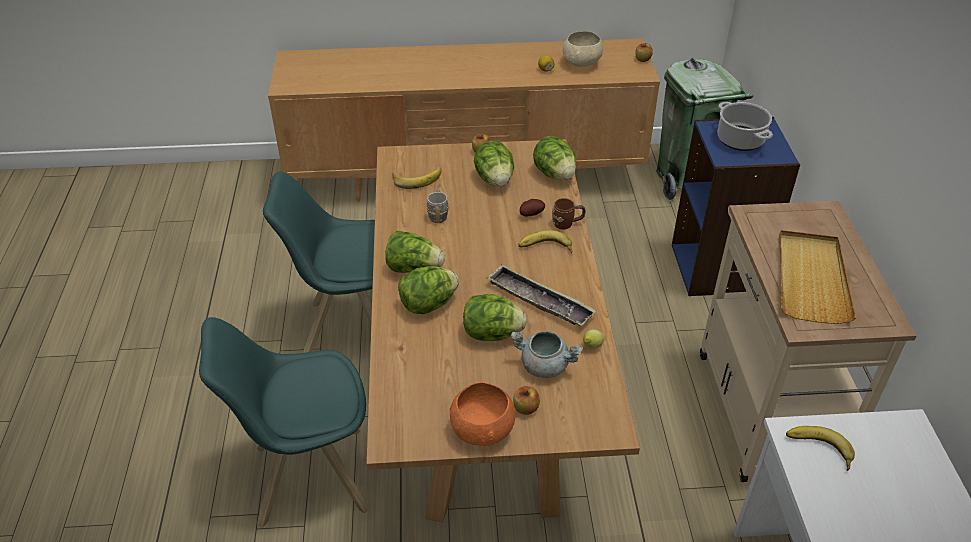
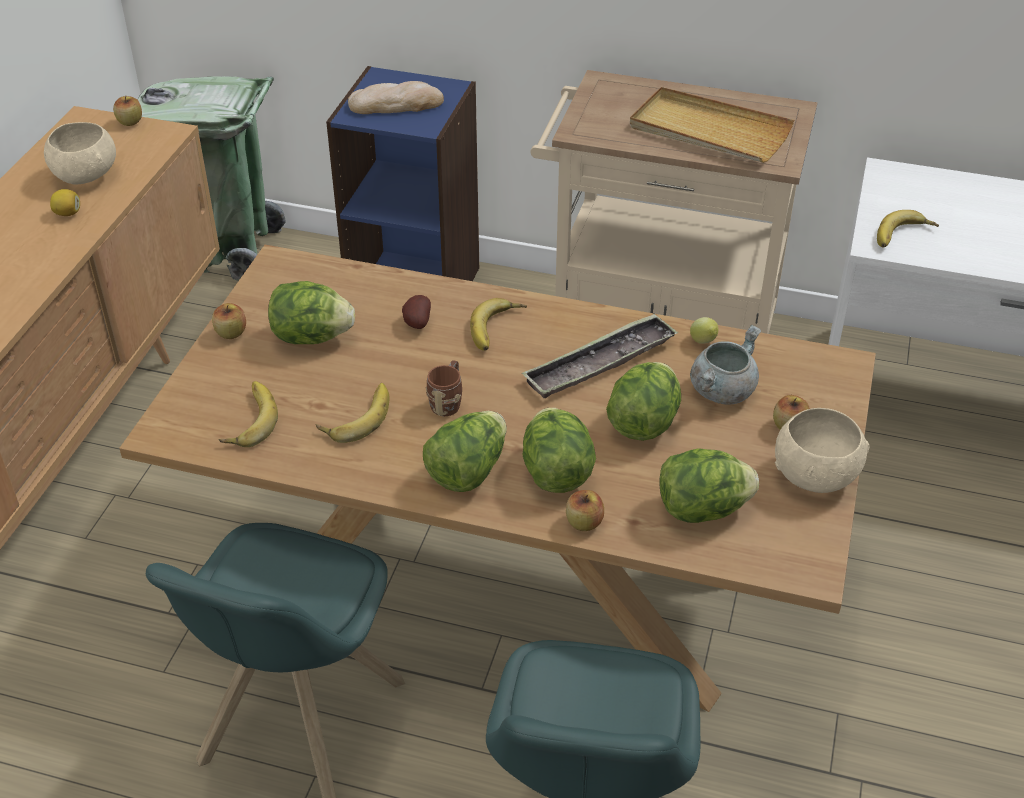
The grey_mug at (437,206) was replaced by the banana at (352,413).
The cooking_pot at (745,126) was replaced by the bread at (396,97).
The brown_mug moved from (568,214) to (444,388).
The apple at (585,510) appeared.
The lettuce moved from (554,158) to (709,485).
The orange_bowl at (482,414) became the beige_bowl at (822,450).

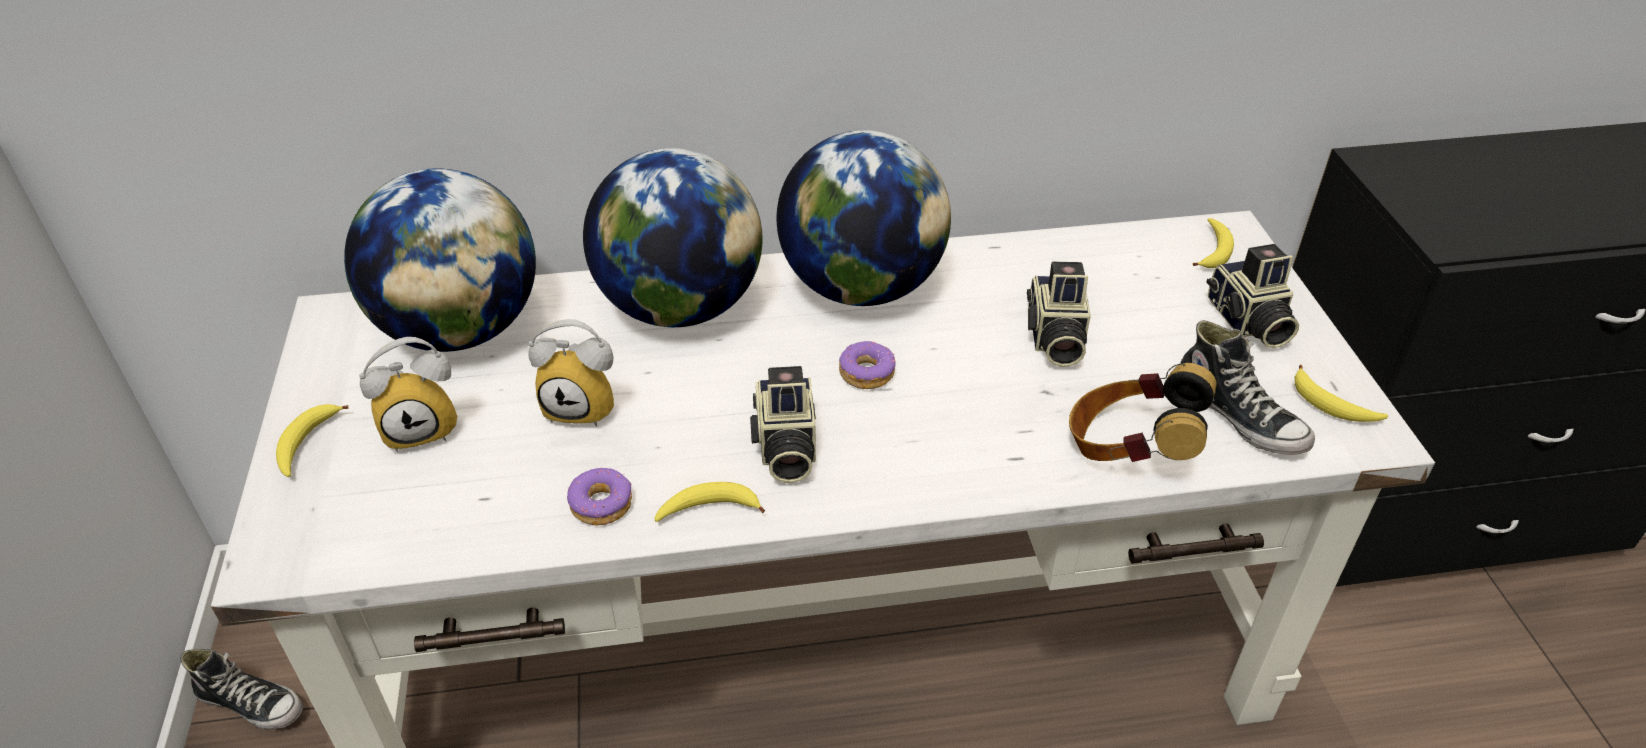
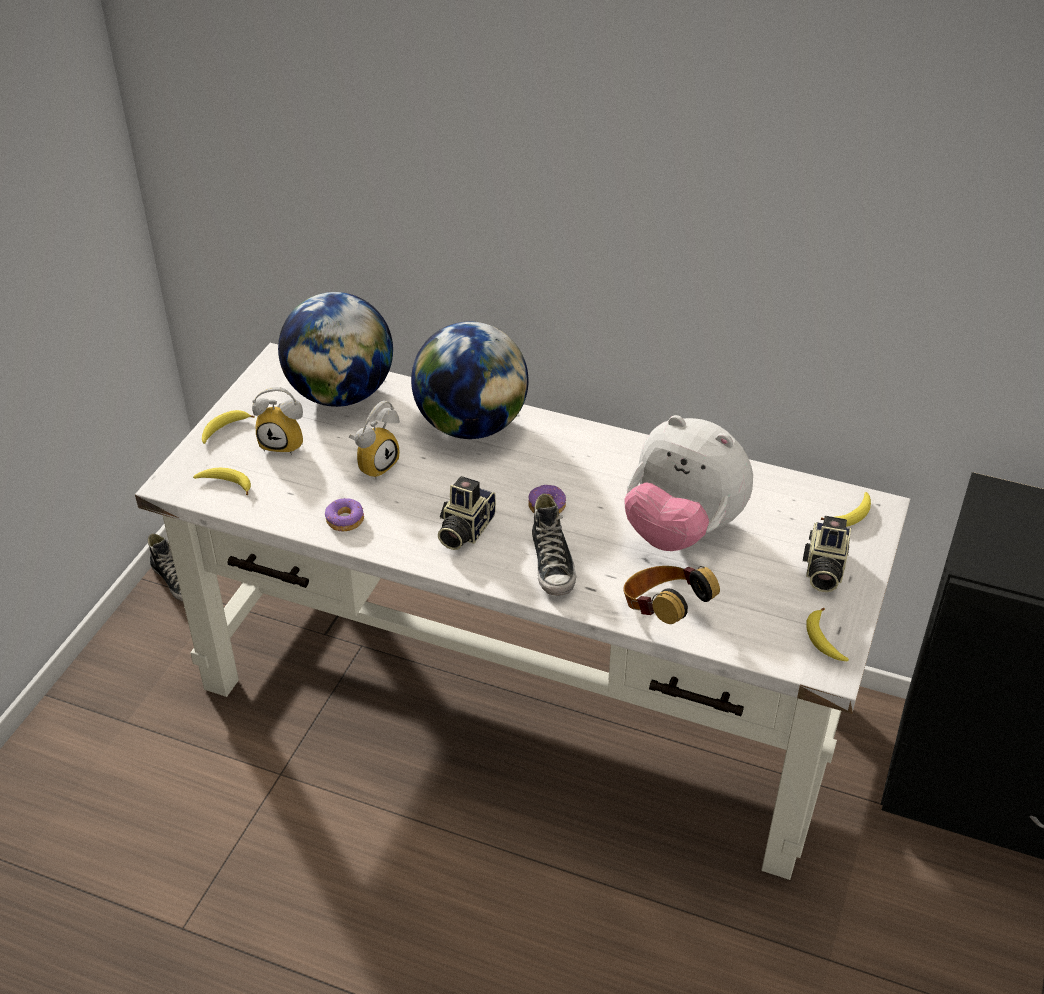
The banana moved from (709,502) to (222,481).
The alarm_clock at (571,373) turned 90 degrees counterclockwise.
The shoe moved from (1247,387) to (554,544).
The photo_camera at (1059,314) was replaced by the plush_toy at (688,483).
The globe at (864,218) disappeared.

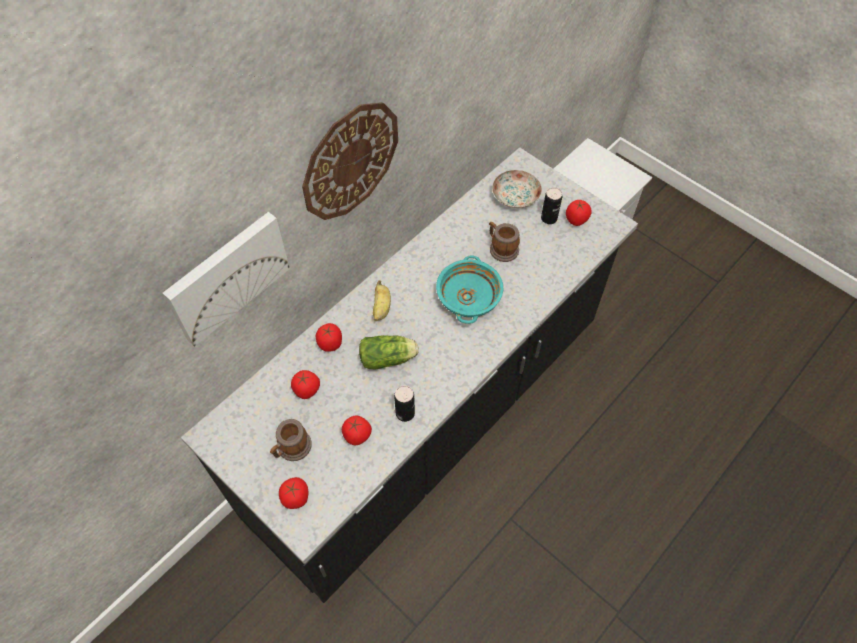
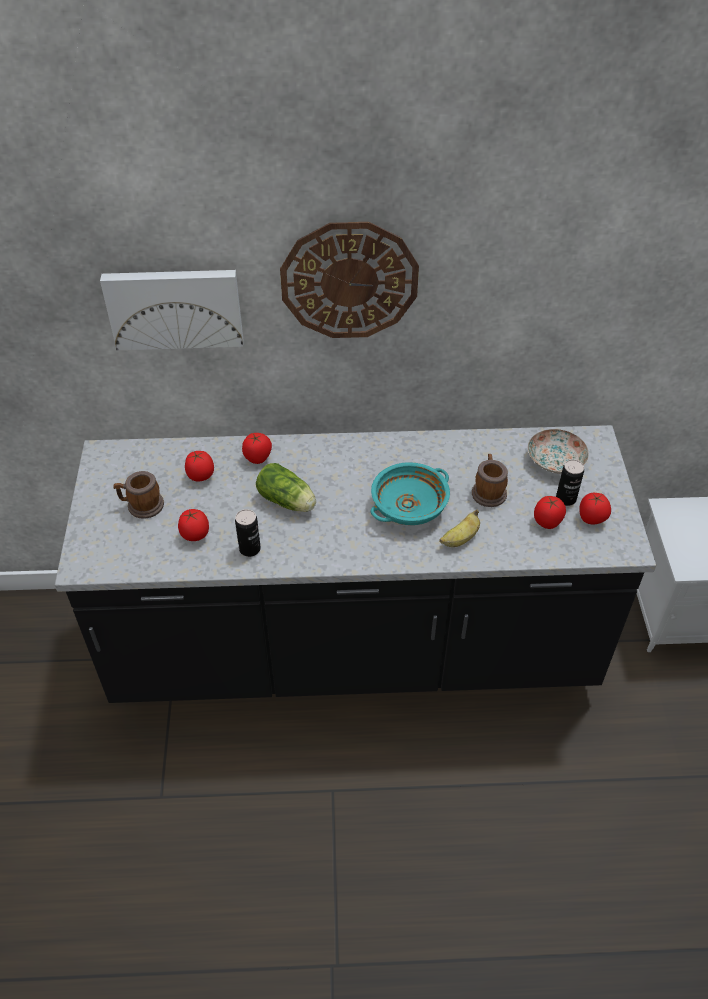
The banana moved from (382,300) to (459,528).
The tomato moved from (293,493) to (550,512).

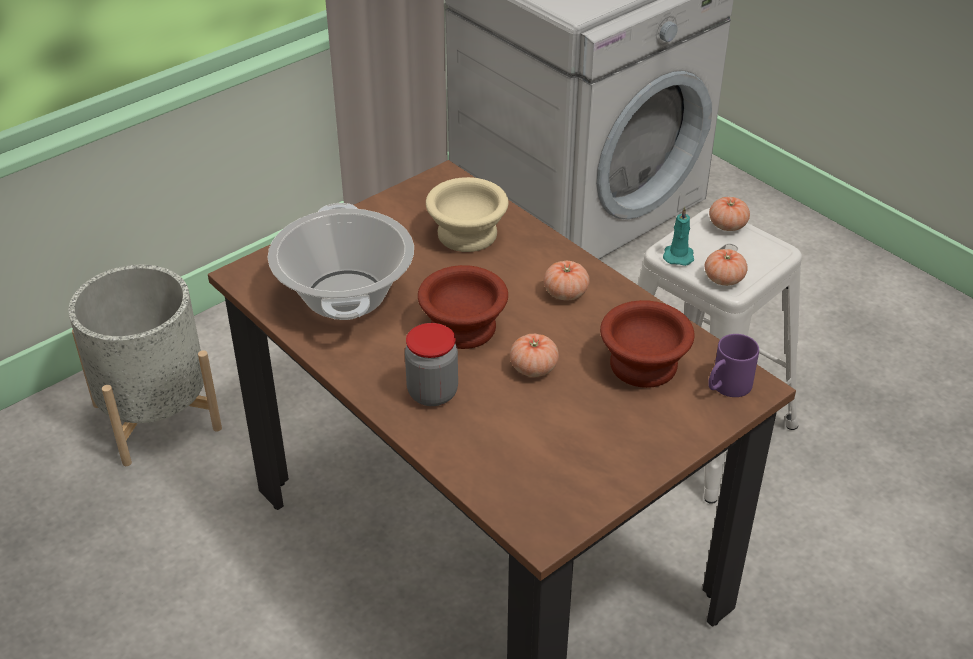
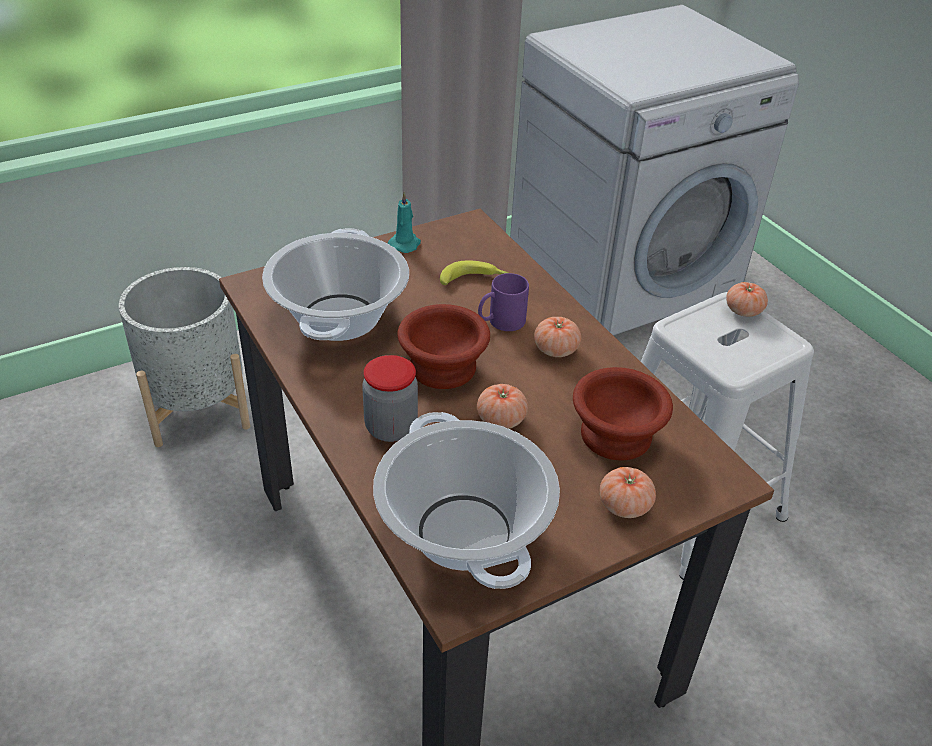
The cooking_pot at (466,500) appeared.
The turquoise_candle moved from (678,236) to (404,222).
The beige_bowl at (467,214) was replaced by the banana at (474,273).
The purple_mug moved from (733,365) to (503,302).
The tomato moved from (726,267) to (628,492).

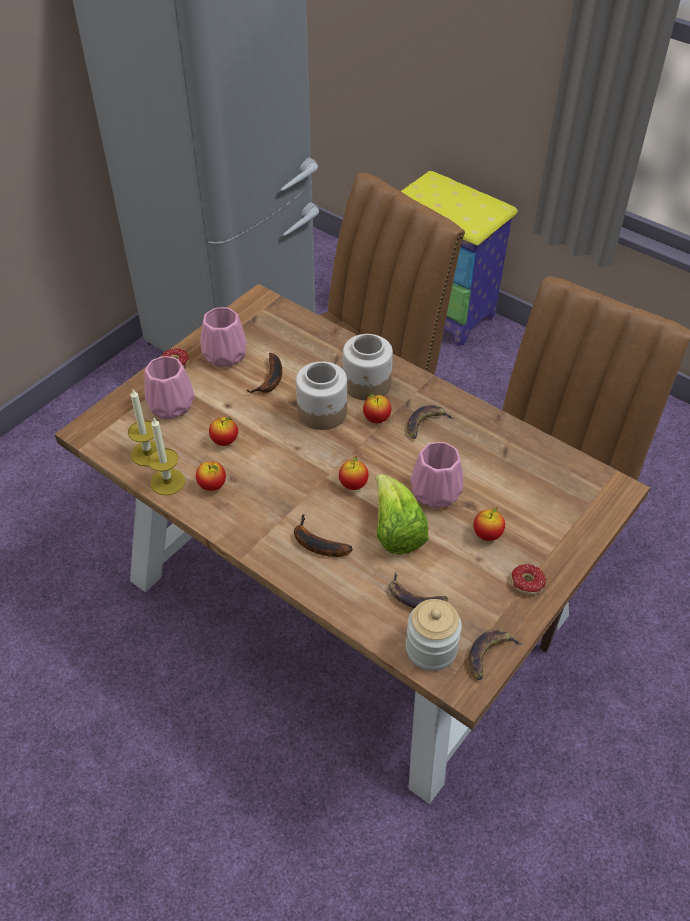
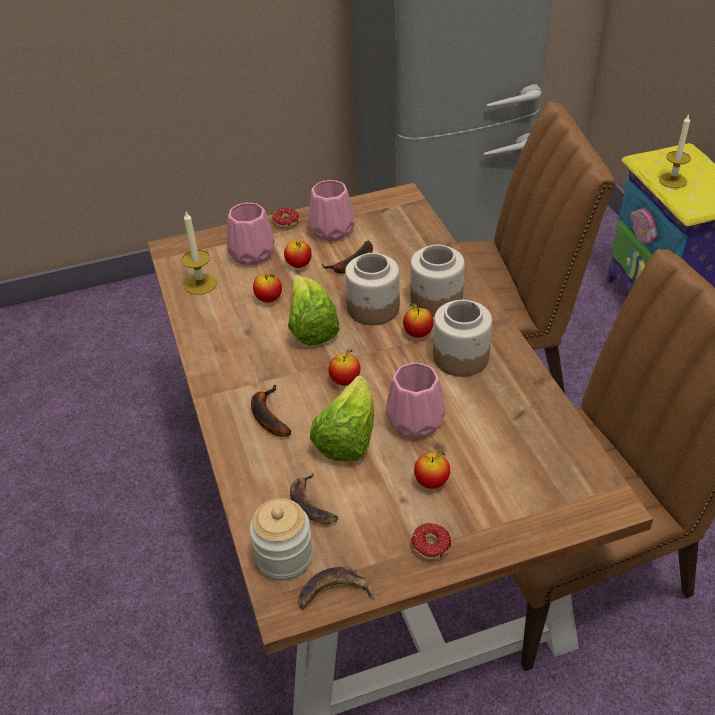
The apple moved from (211,476) to (298,254).
The lettuce at (314,310) appeared.
The banana at (431,422) was replaced by the jar at (462,338).
The candle moved from (166,456) to (675,151).

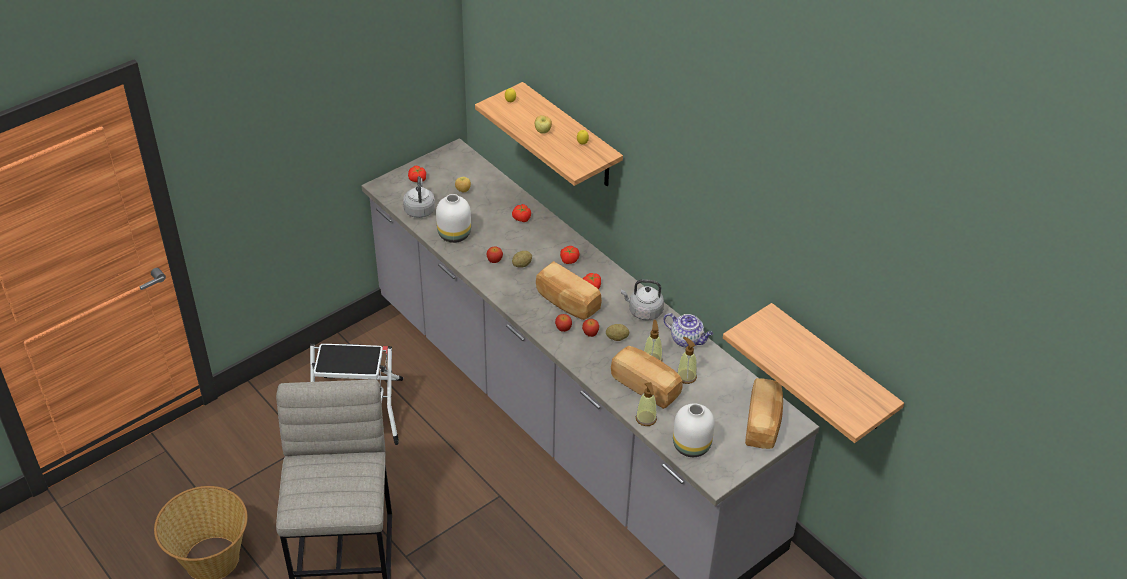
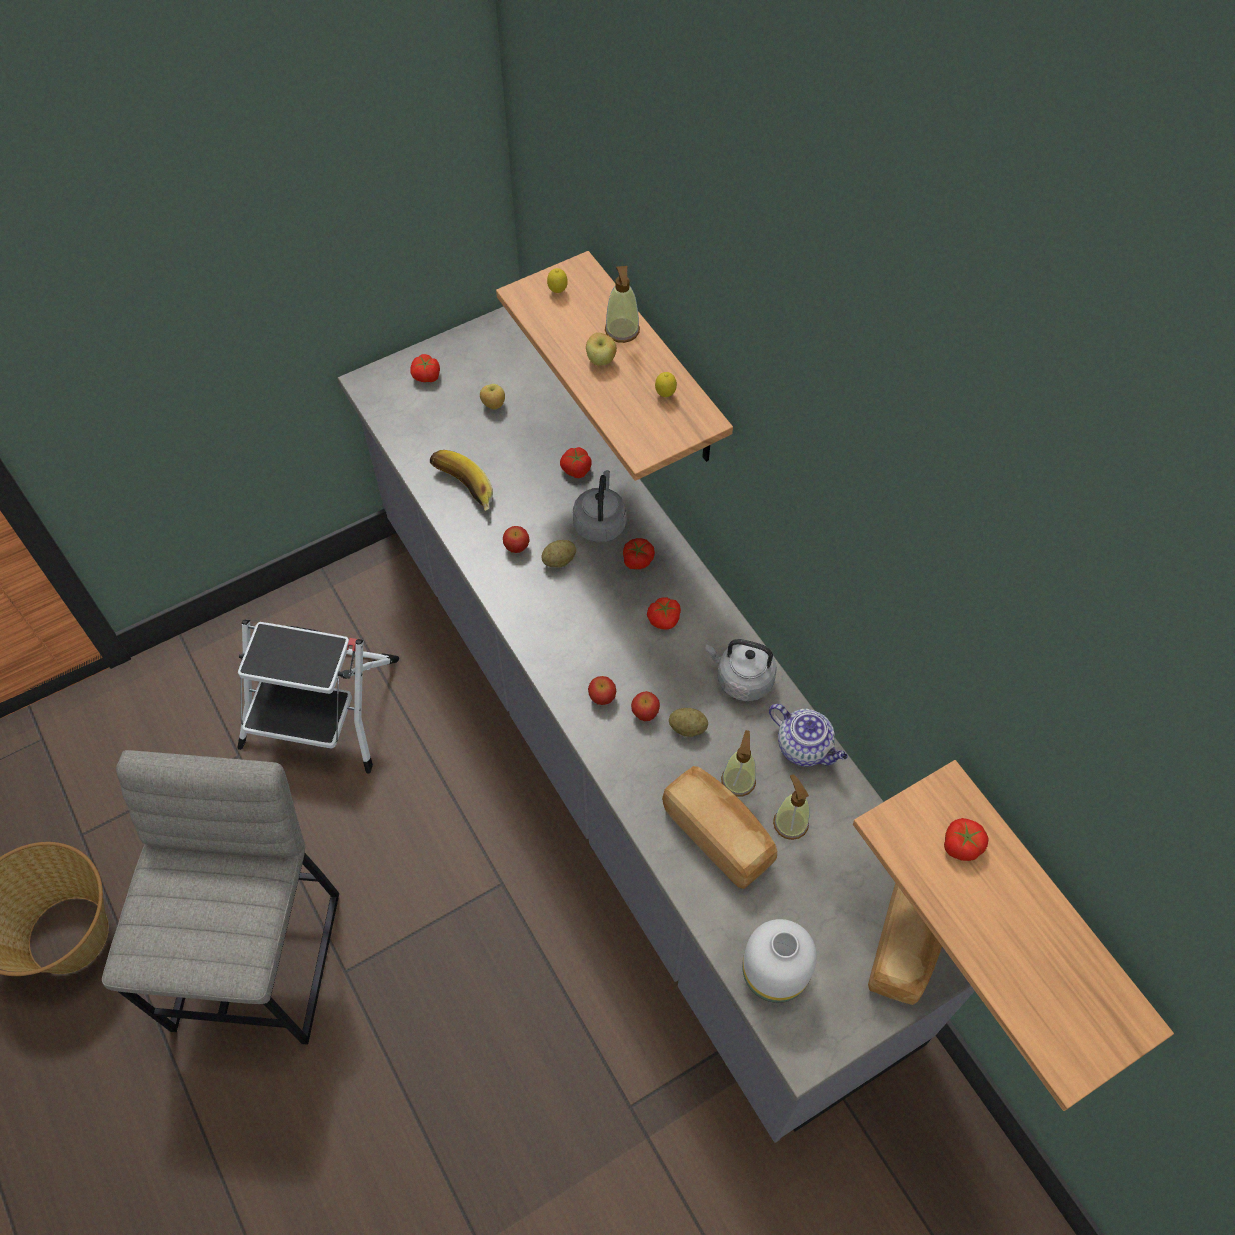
The white_vase at (453,218) was replaced by the banana at (461,480).
The grey_kettle moved from (419,197) to (600,506).
The soap_dispenser moved from (646,404) to (622,304).
The tomato at (966,839) appeared.
The bread at (569,290) disappeared.

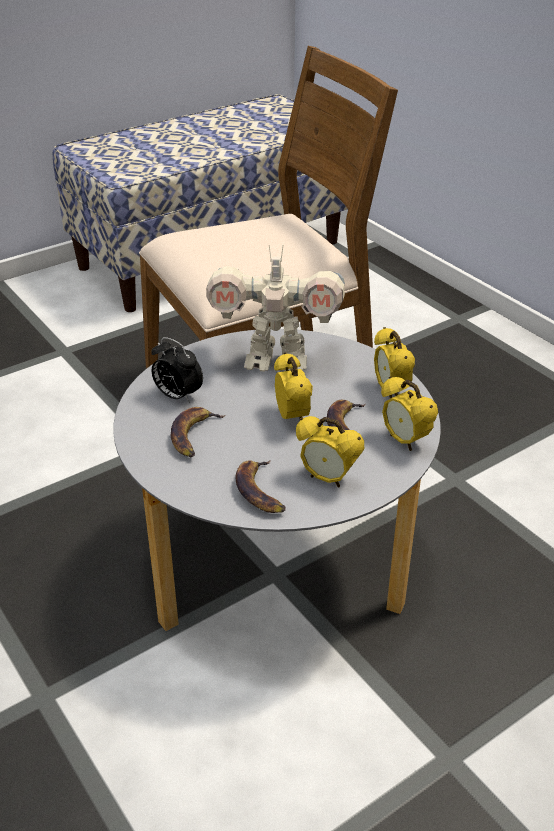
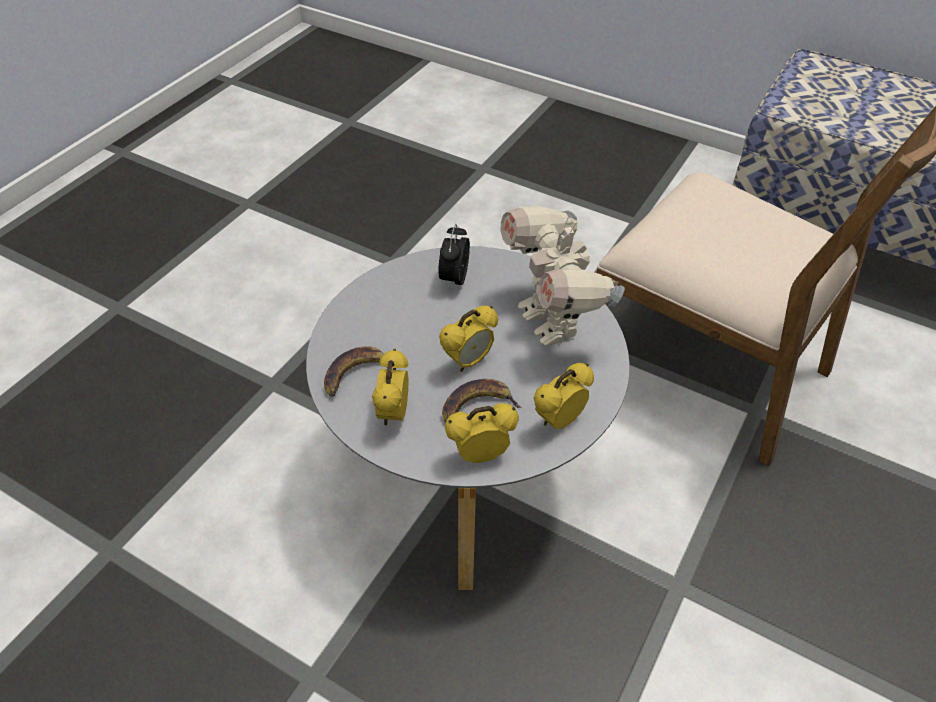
The alarm_clock at (409,413) turned 45 degrees clockwise.
The banana at (197,432) disappeared.

